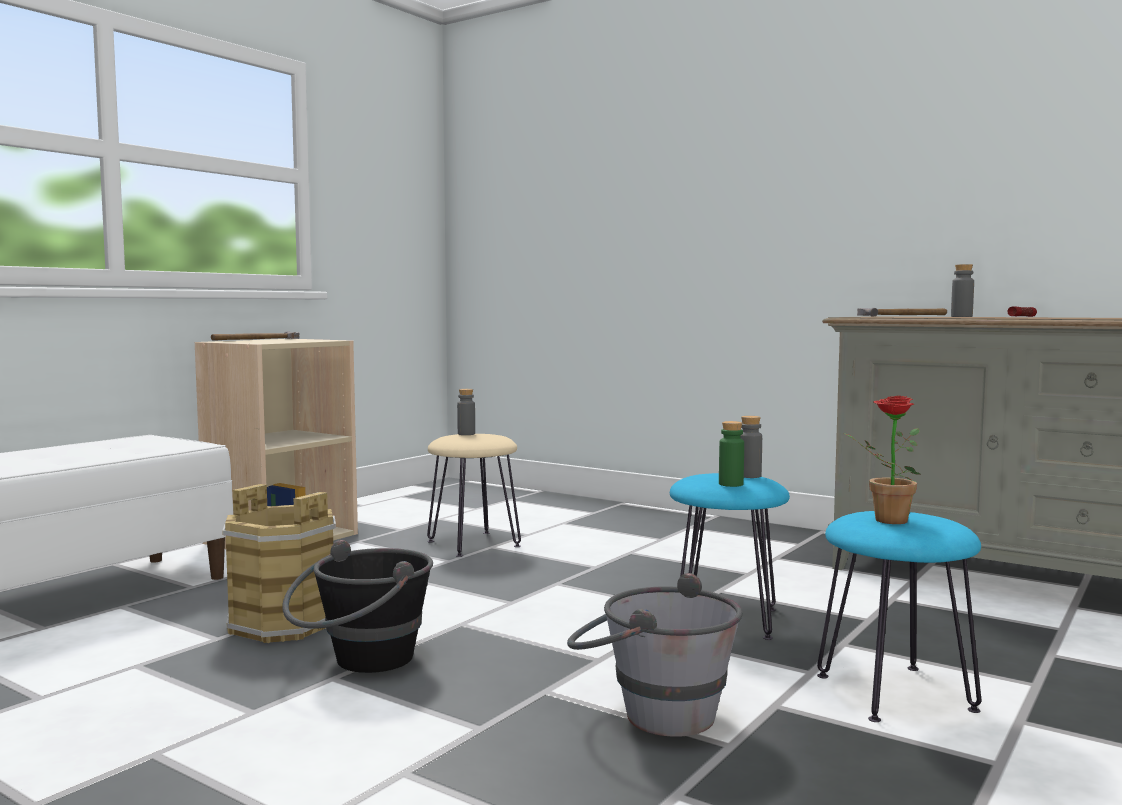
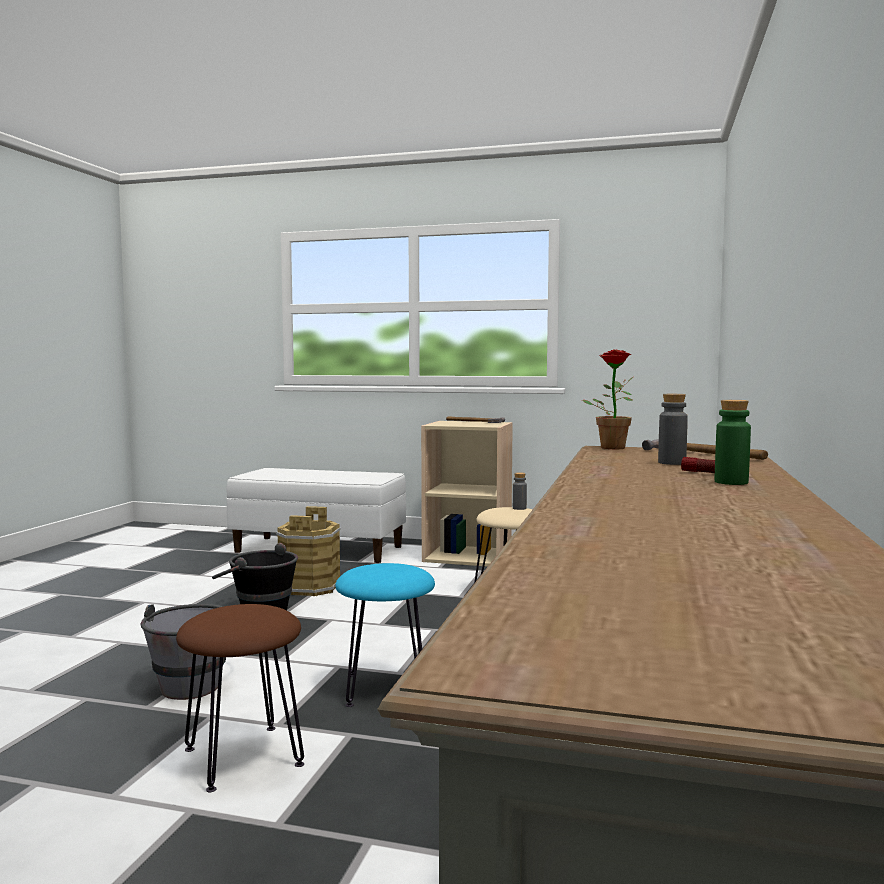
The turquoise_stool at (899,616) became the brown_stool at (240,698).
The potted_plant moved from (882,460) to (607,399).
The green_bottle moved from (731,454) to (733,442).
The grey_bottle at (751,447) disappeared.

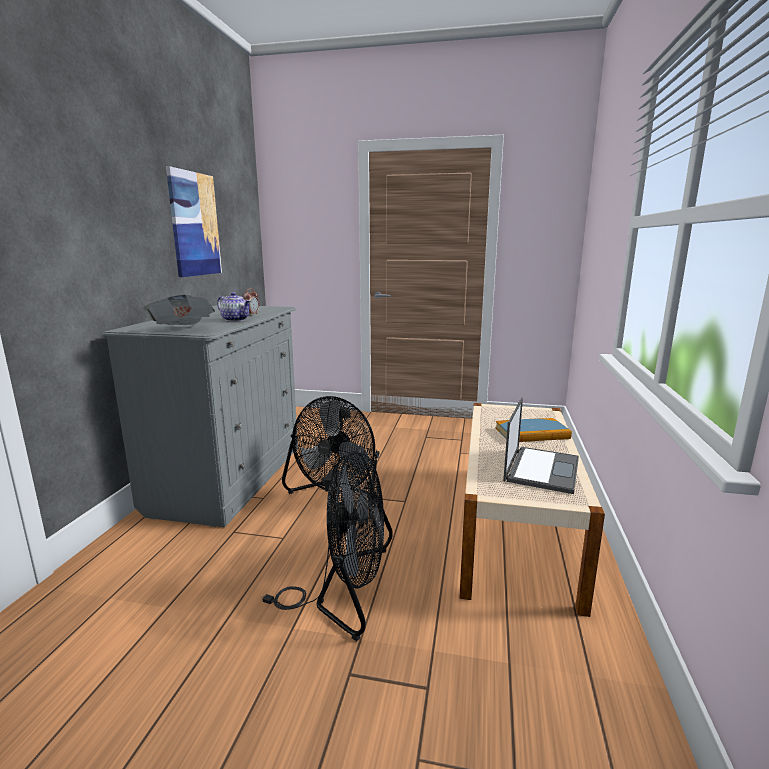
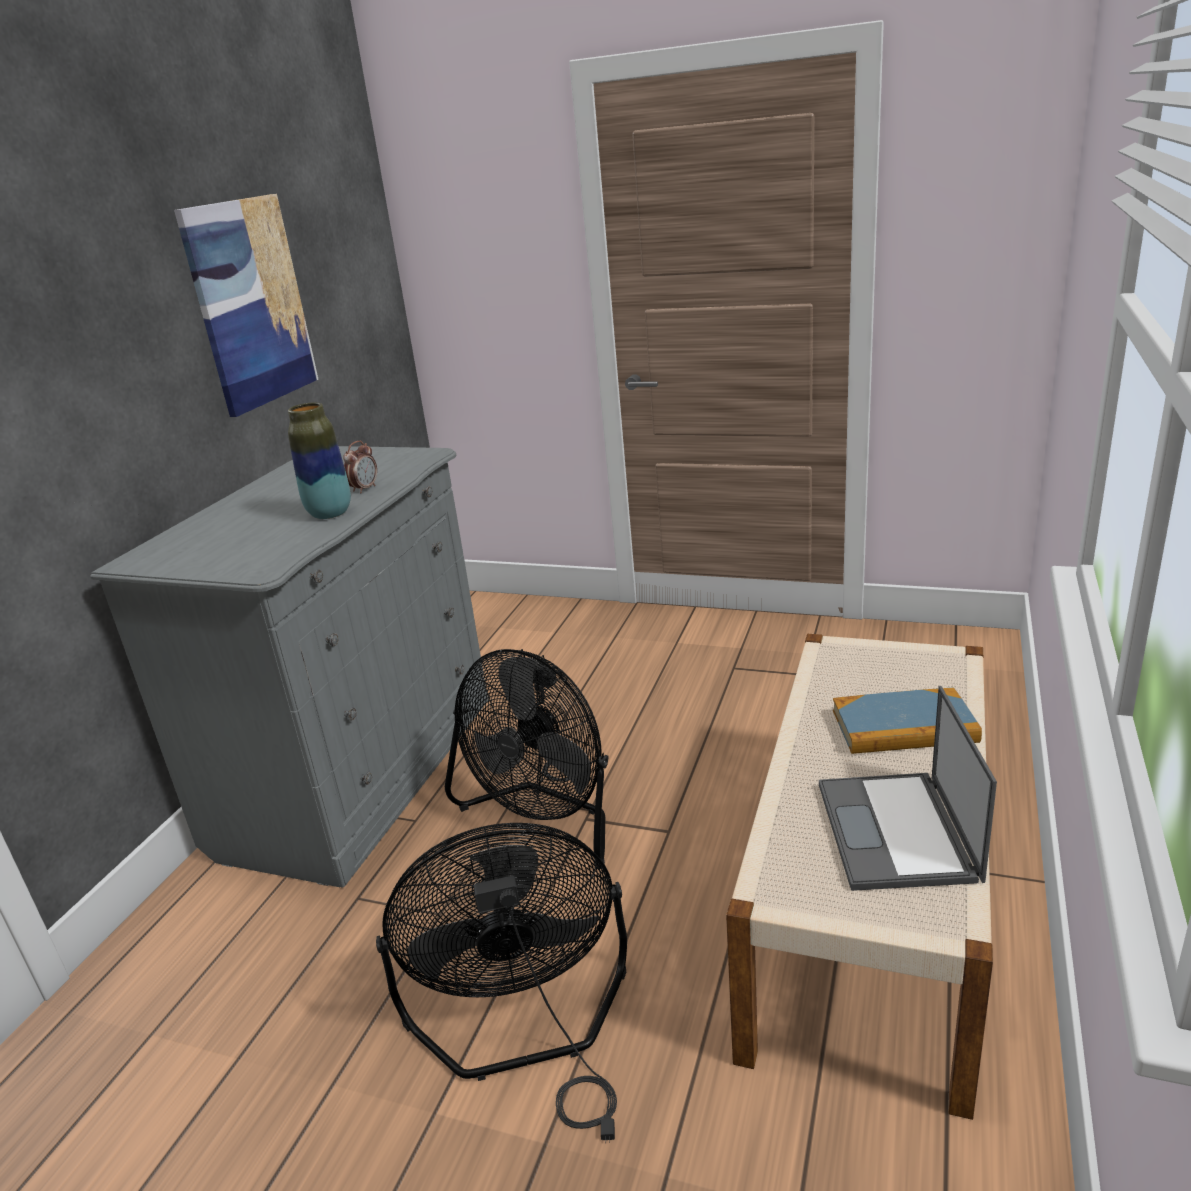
The teapot at (234,307) was replaced by the vase at (319,461).
The black_fan at (327,546) turned 120 degrees counterclockwise.
The laptop at (541,446) turned 150 degrees clockwise.
The newspaper at (179,310) disappeared.

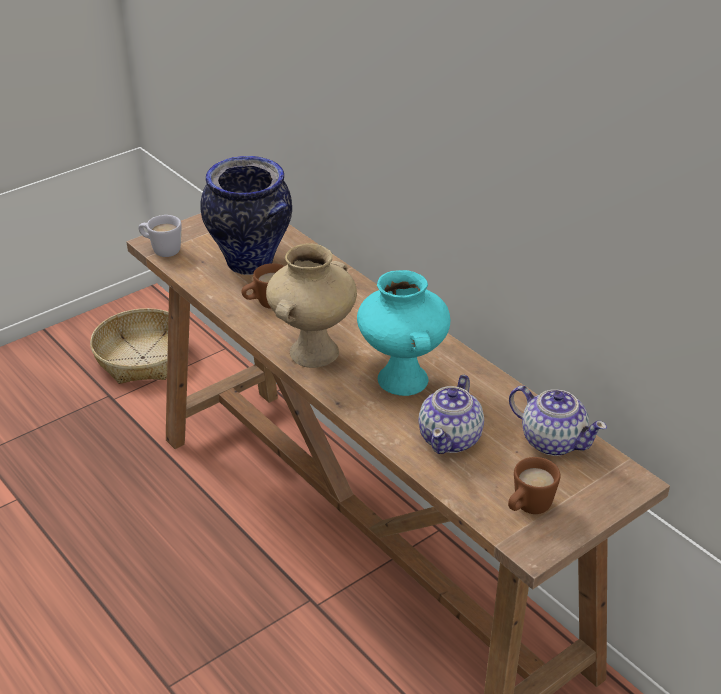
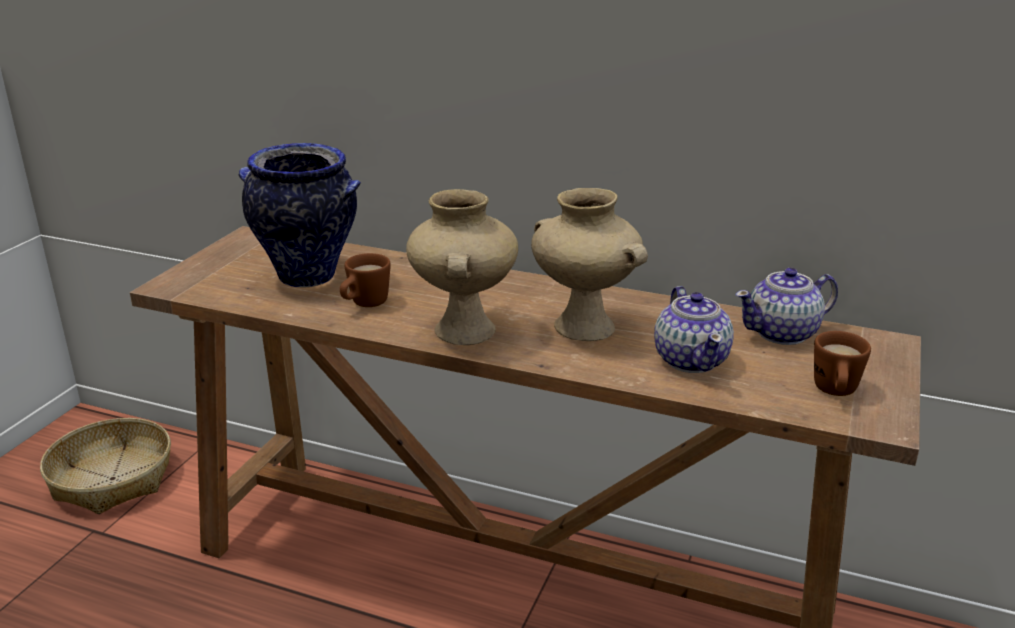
The turquoise_vase at (403,333) became the beige_vase at (589,264).
The teapot at (558,421) turned 150 degrees clockwise.
The white_mug at (160,236) disappeared.

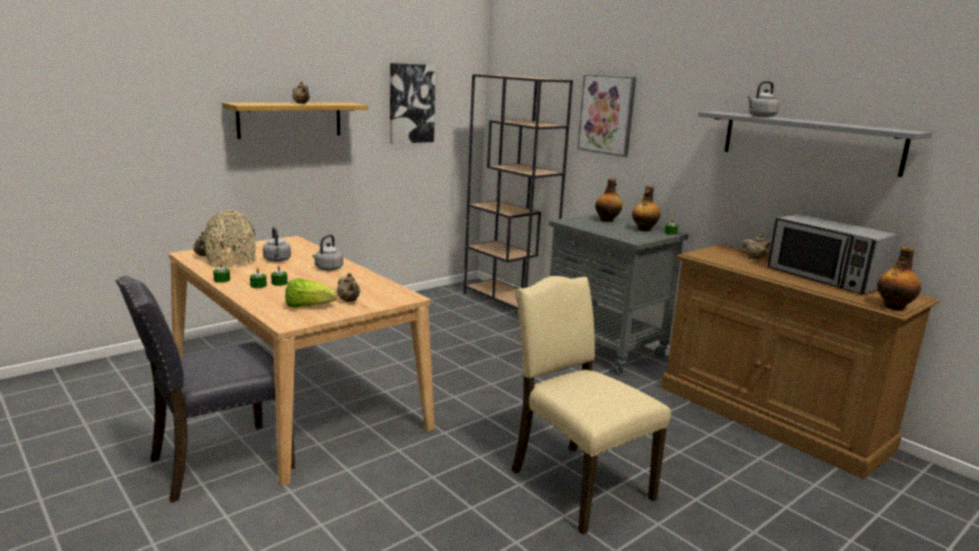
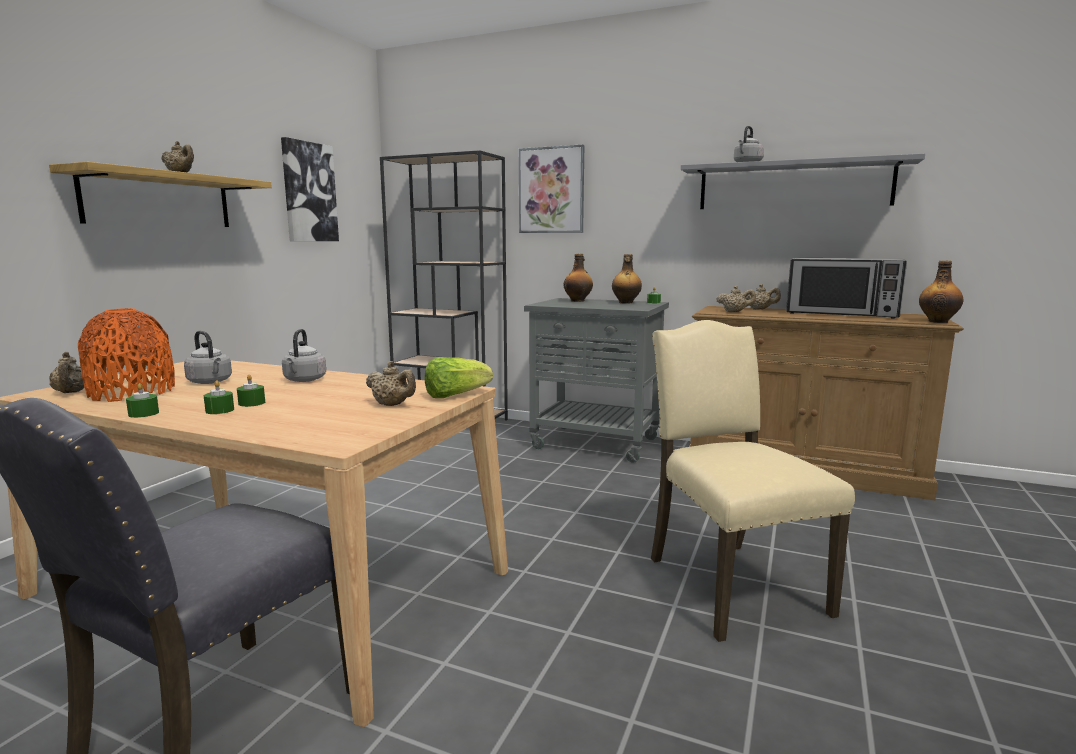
The beige_vase at (230,239) became the orange_vase at (126,355).
The lettuce moved from (311,293) to (459,377).
The beige_chair at (591,405) turned 45 degrees clockwise.
The beige_teapot at (736,299) appeared.

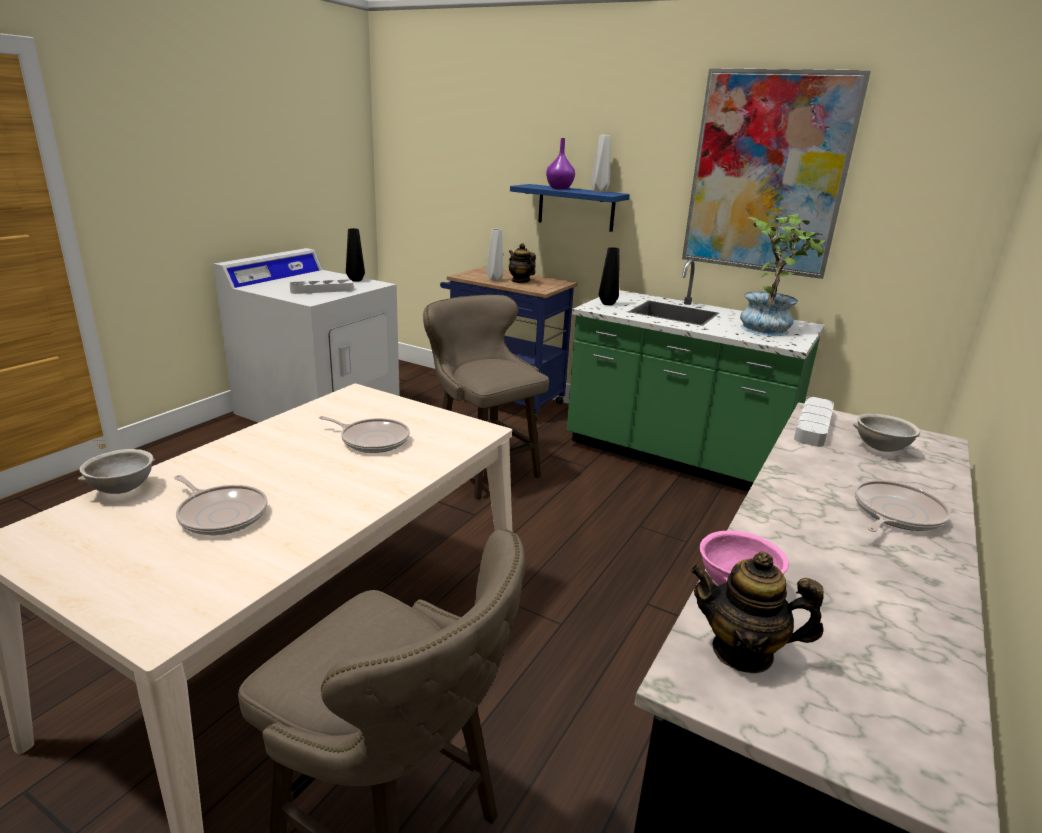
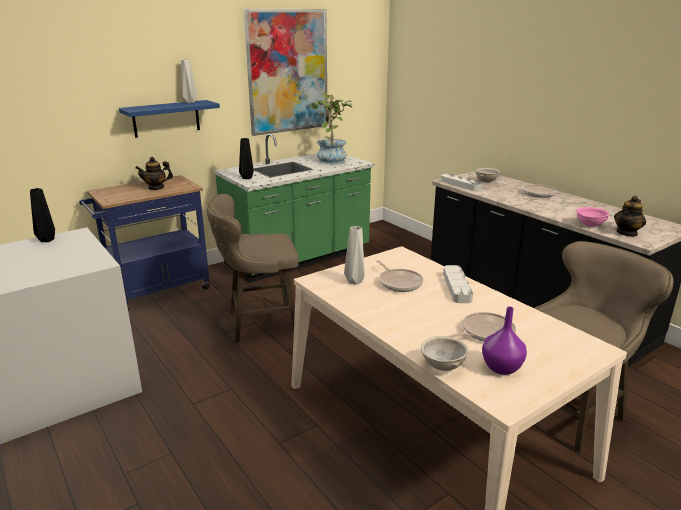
The grey_vase moved from (495,255) to (354,255).
The frying_pan at (364,434) turned 105 degrees clockwise.
The grey_tray moved from (322,287) to (458,284).
The purple_vase moved from (560,163) to (504,341).

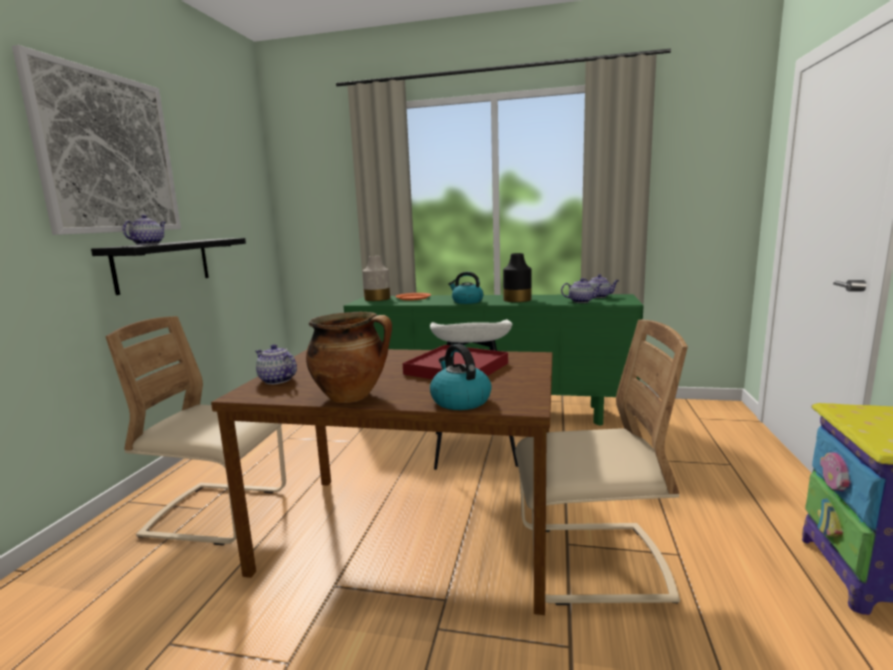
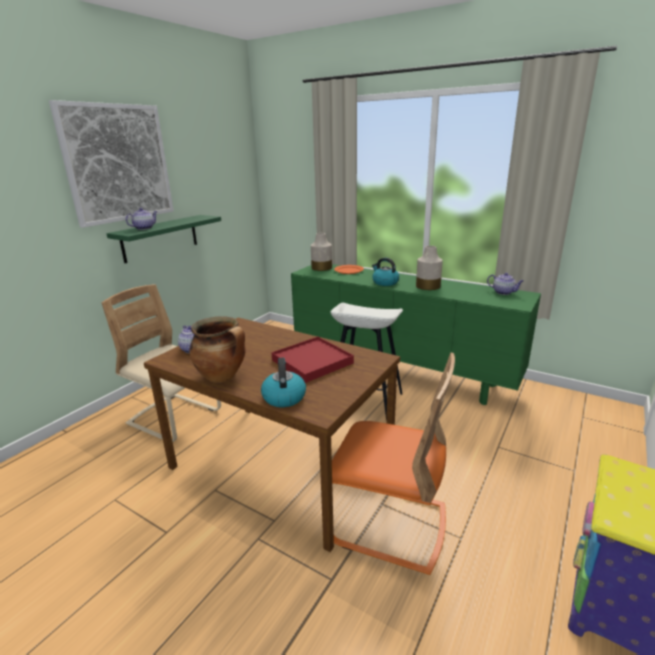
The black_shelf at (168,266) became the green_shelf at (163,239).
The beige_chair at (601,462) became the orange_chair at (393,464).
The black_vase at (517,277) became the beige_vase at (429,268).
The teapot at (582,290) disappeared.

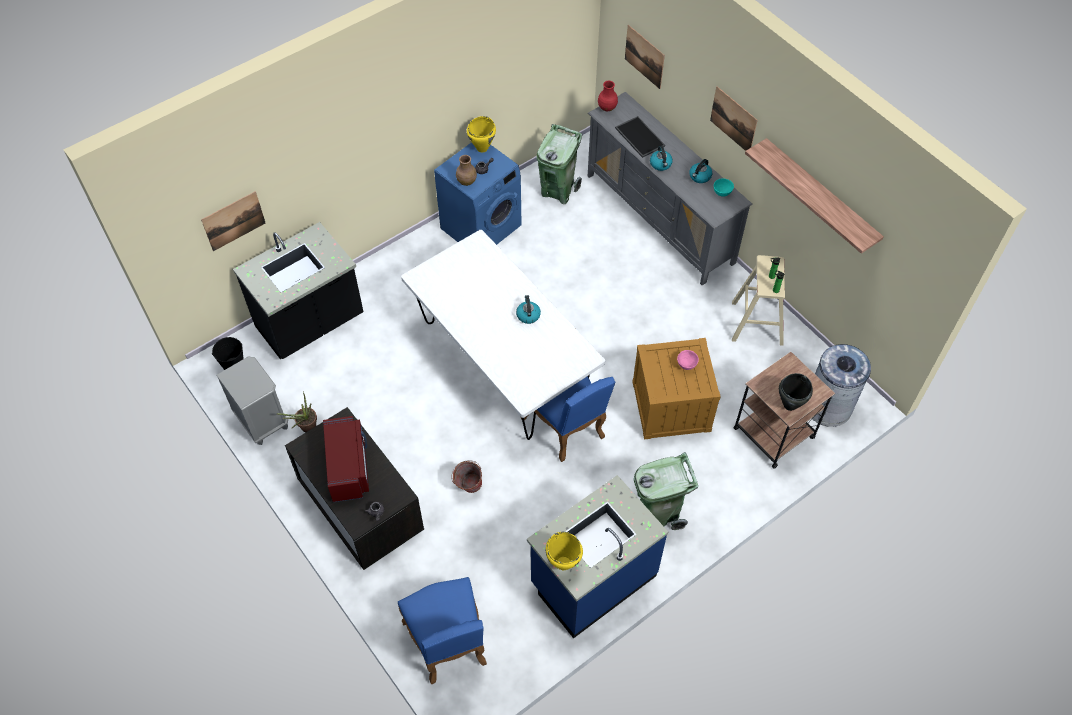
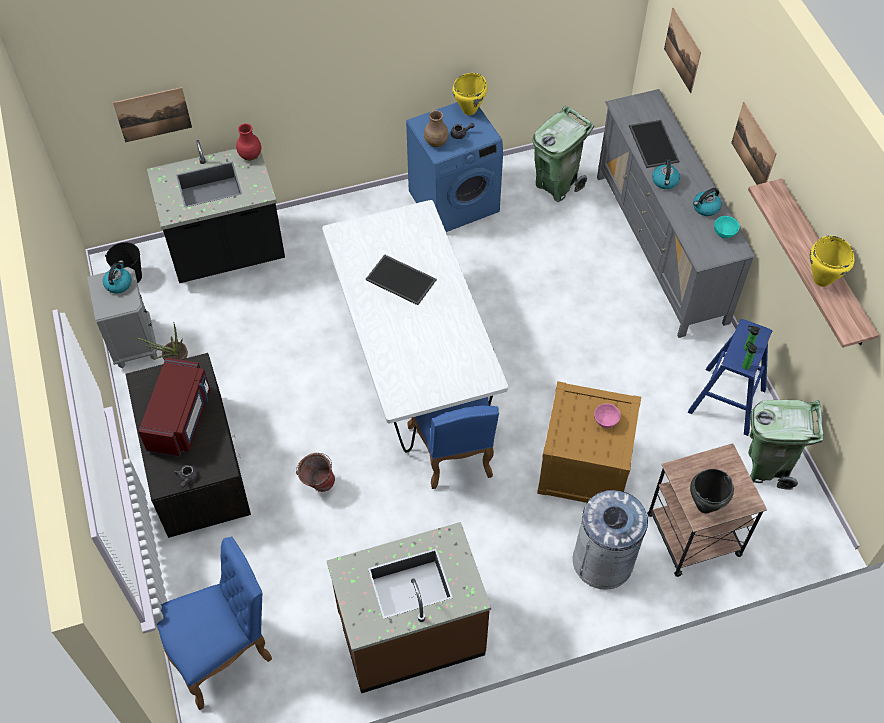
The kettle moved from (528,309) to (117,277).
The blue_chair at (442,630) turned 120 degrees counterclockwise.
The red_vase moved from (608,96) to (248,141).
The blue_counter at (597,557) became the brown_counter at (409,607).
The tray at (401,279) appeared.
The grey_trash_can moved from (841,385) to (610,540).
The beige_stool at (758,300) became the blue_stool at (730,377).
The green_trash_can moved from (666,491) to (785,445).
The yellow_cooking_pot moved from (564,551) to (832,261).

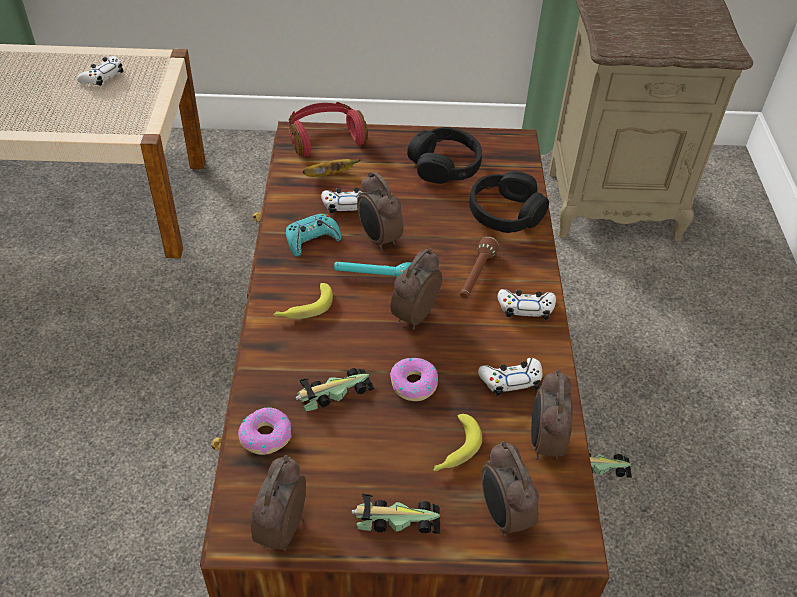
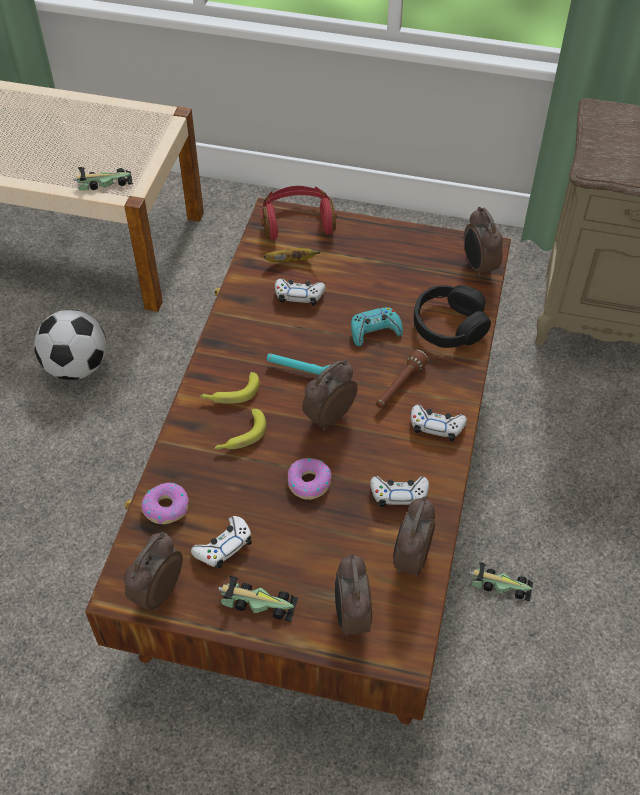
The football at (70,345) appeared.
The toy_car moved from (335,389) to (103,179).
The white_game_controller moved from (100,71) to (221,542).
The banana moved from (457,442) to (240,429).
The turquoise_game_controller moved from (314,234) to (377,326).
The alarm_clock moved from (380,212) to (483,243).
The black_headphones at (444,155) disappeared.

